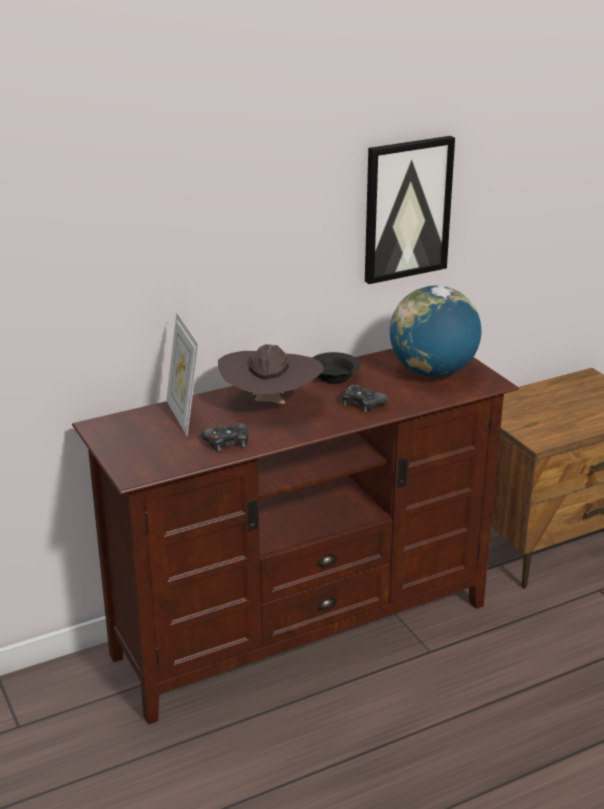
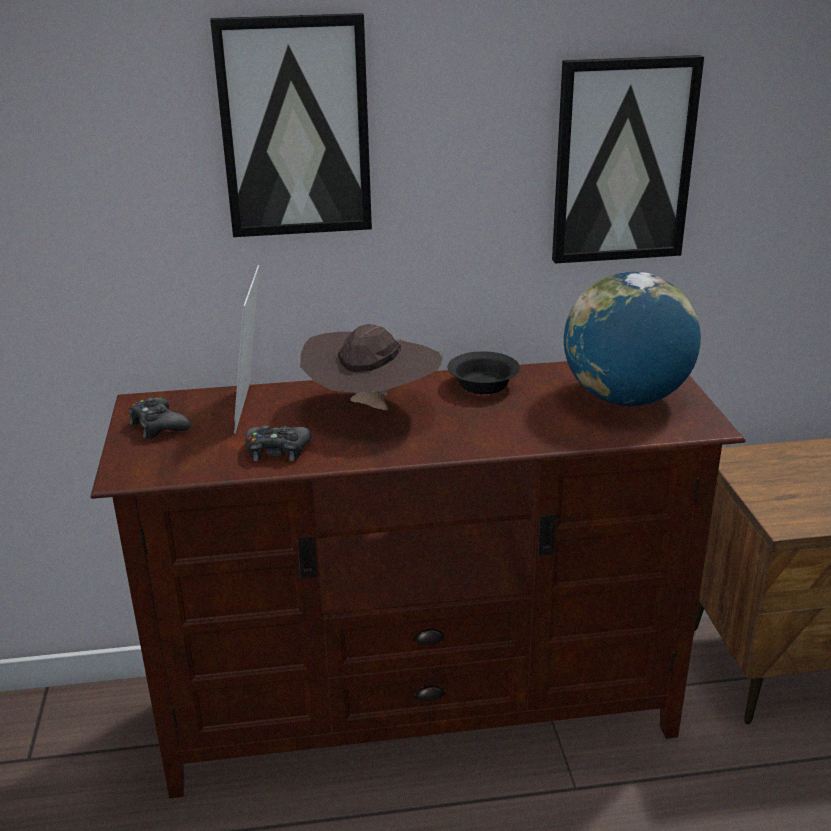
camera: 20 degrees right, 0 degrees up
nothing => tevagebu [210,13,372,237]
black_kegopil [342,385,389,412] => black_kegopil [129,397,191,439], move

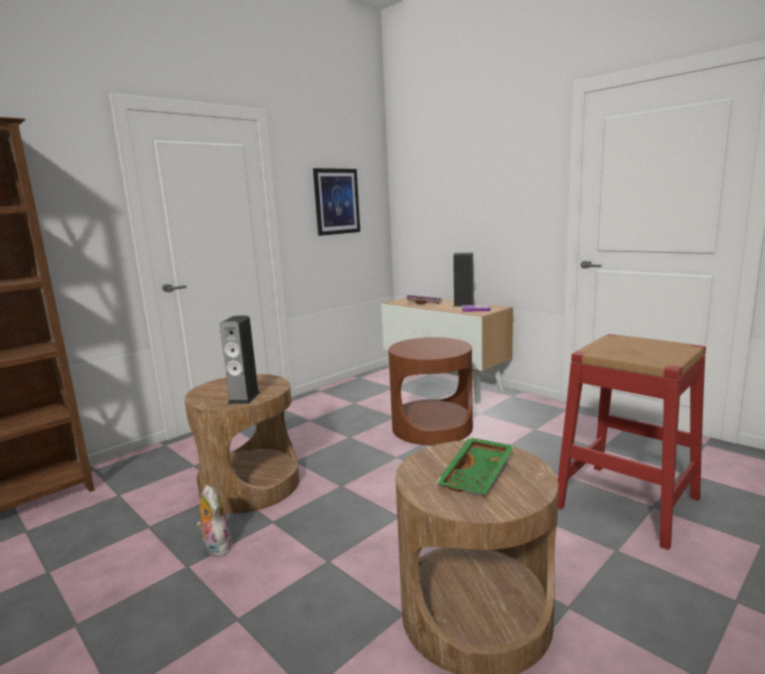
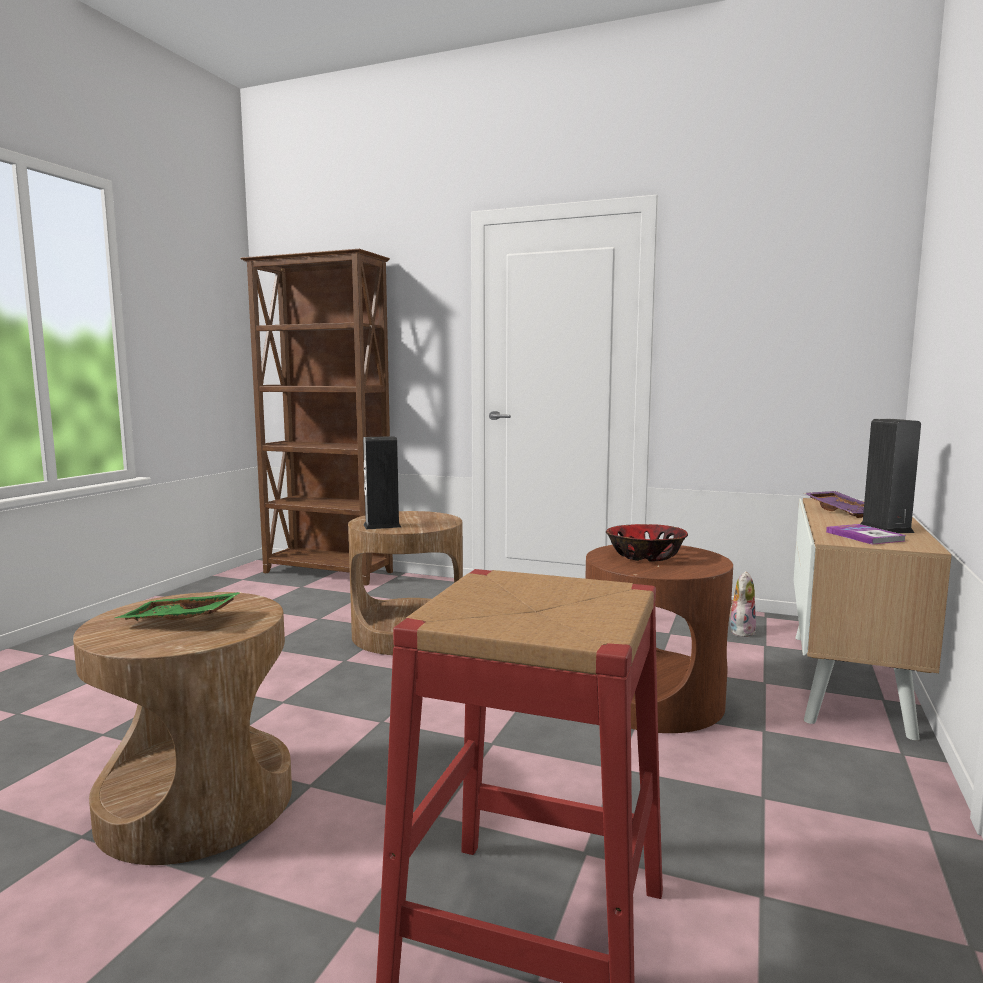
camera: 65 degrees right, 5 degrees down
tevagebu [313,168,360,236] => nothing
nothing => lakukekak [606,524,688,562]
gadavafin [196,485,232,556] => gadavafin [729,571,756,637], move

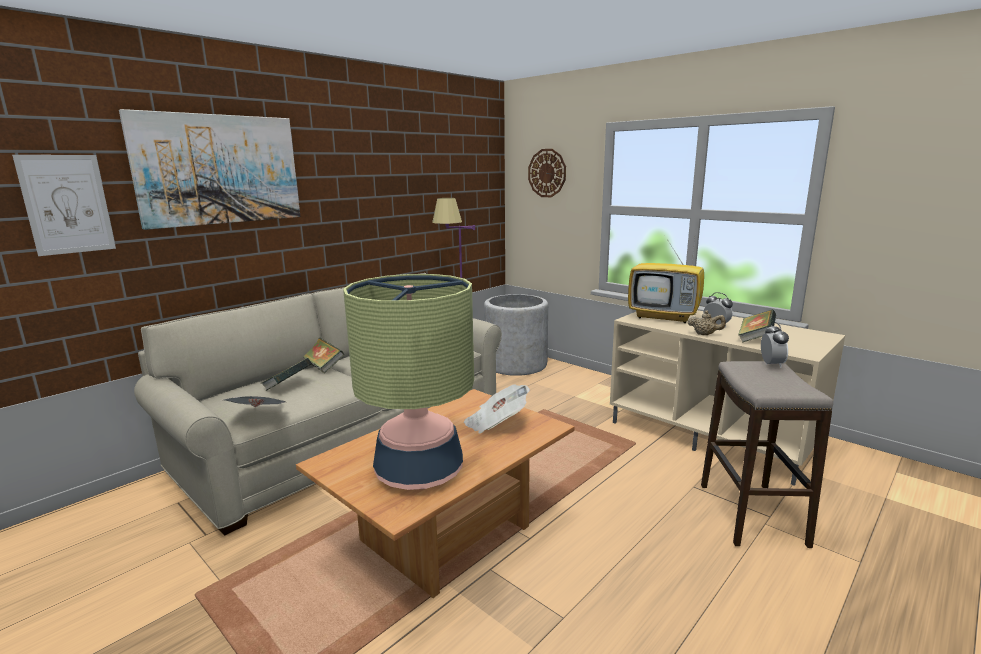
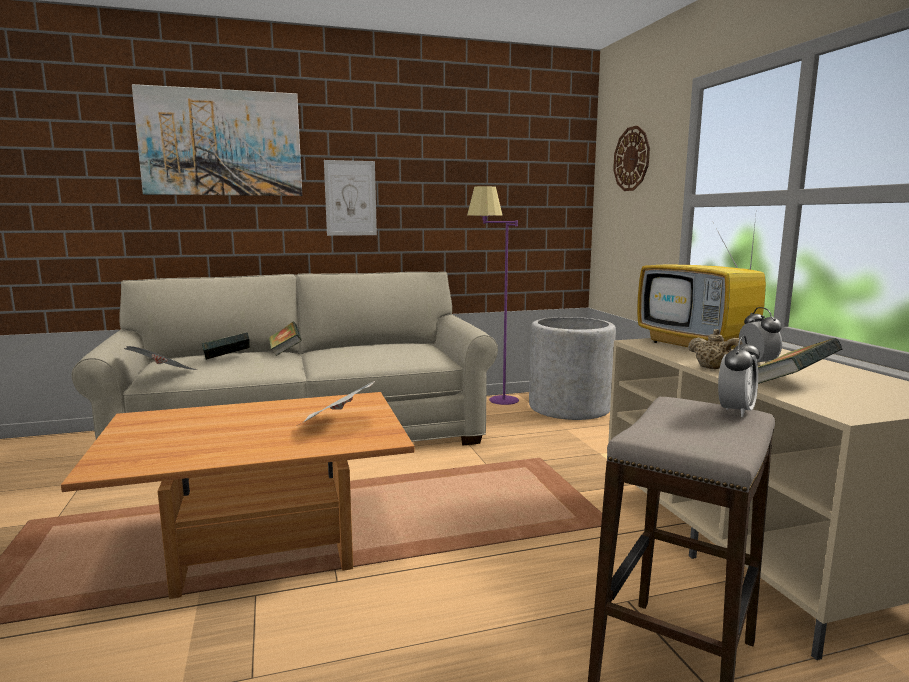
camera: 30 degrees right, 5 degrees down
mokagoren [343,274,474,490] => nothing
tevagebu [12,155,116,256] => tevagebu [324,160,377,236], move

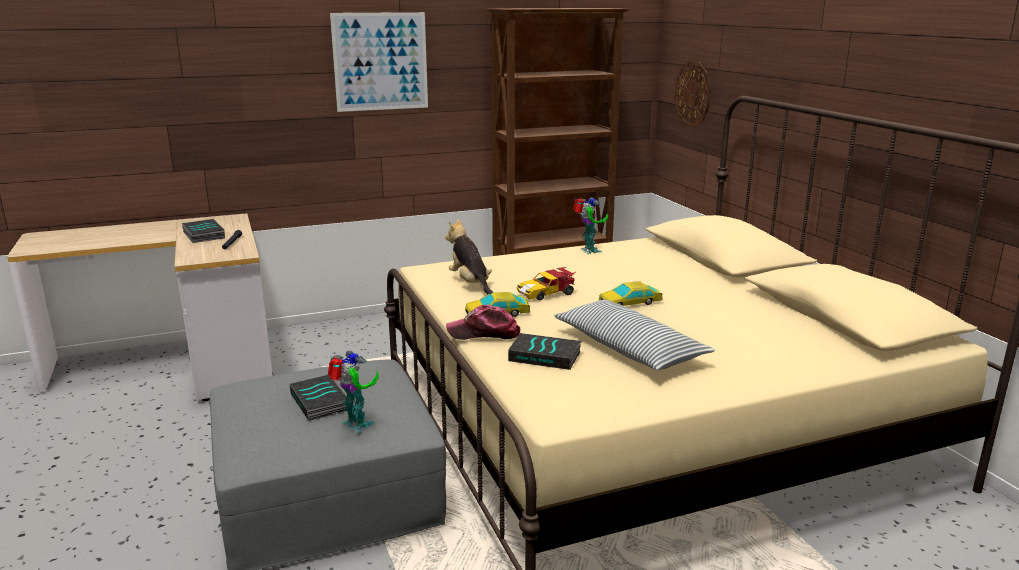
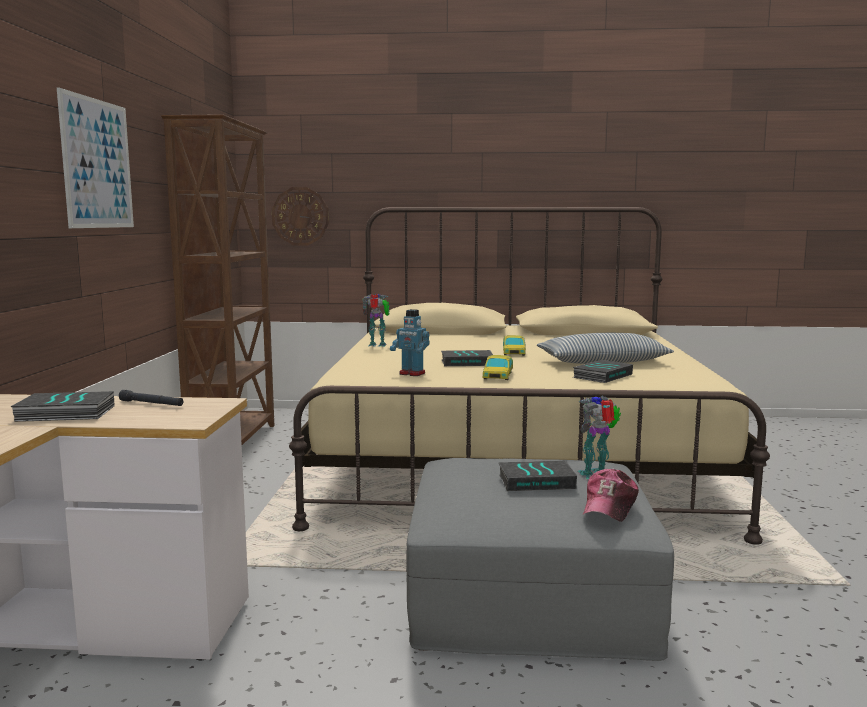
camera: 65 degrees left, 10 degrees down
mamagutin [446,305,520,340] => mamagutin [583,469,639,522], move
gadavafin [445,219,494,294] => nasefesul [390,309,430,376]
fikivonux [516,267,576,301] => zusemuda [441,350,493,366]

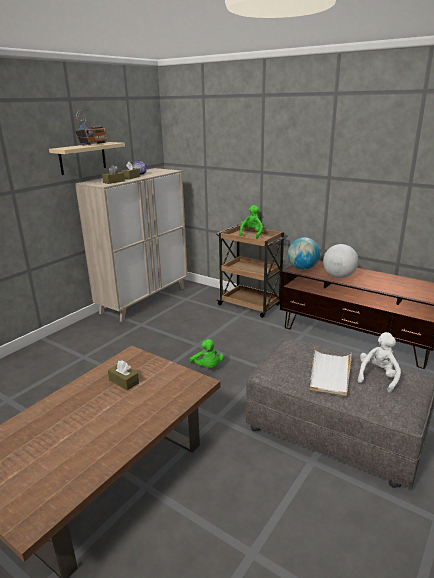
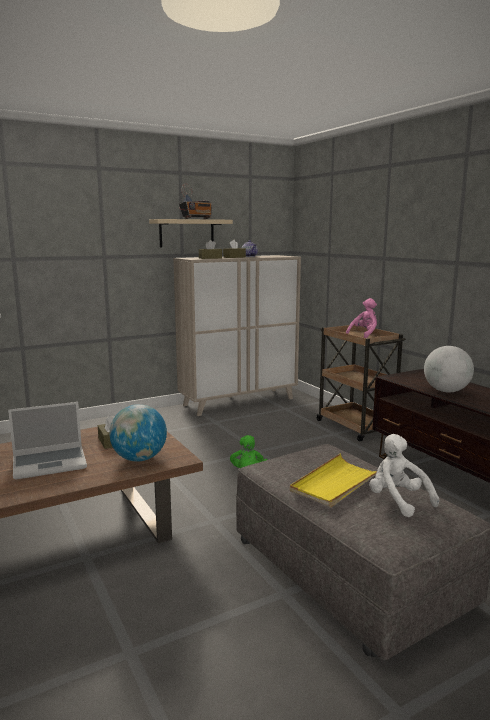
camera: 25 degrees right, 10 degrees down
nothing => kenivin [8,402,87,480]
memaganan [288,237,320,270] => memaganan [109,404,167,462], move
green_gadavafin [239,205,263,239] => pink_gadavafin [346,298,377,338]
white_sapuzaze [310,348,352,397] => yellow_sapuzaze [290,454,377,508]
white_gadavafin [358,332,401,393] => white_gadavafin [369,434,439,517], 90 degrees counterclockwise

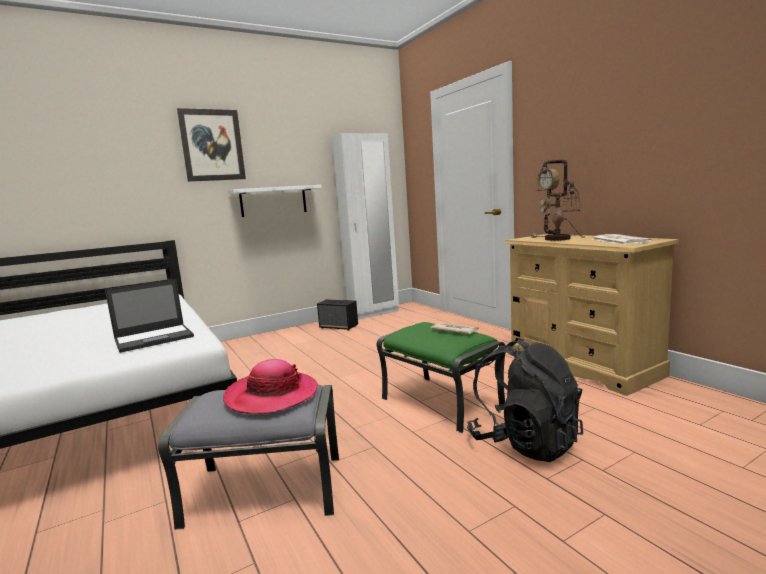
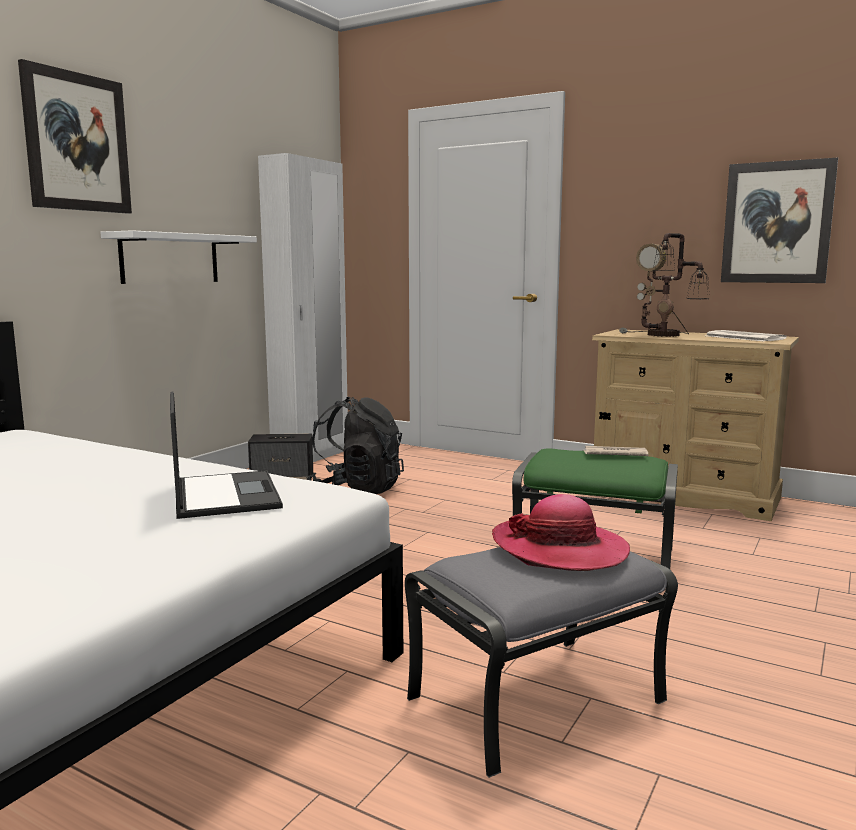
camera: 30 degrees left, 0 degrees up
nothing => tevagebu [721,158,838,283]
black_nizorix [467,338,583,462] => black_nizorix [306,397,404,494], move
kenivin [105,279,194,353] => kenivin [170,391,283,519], 45 degrees counterclockwise

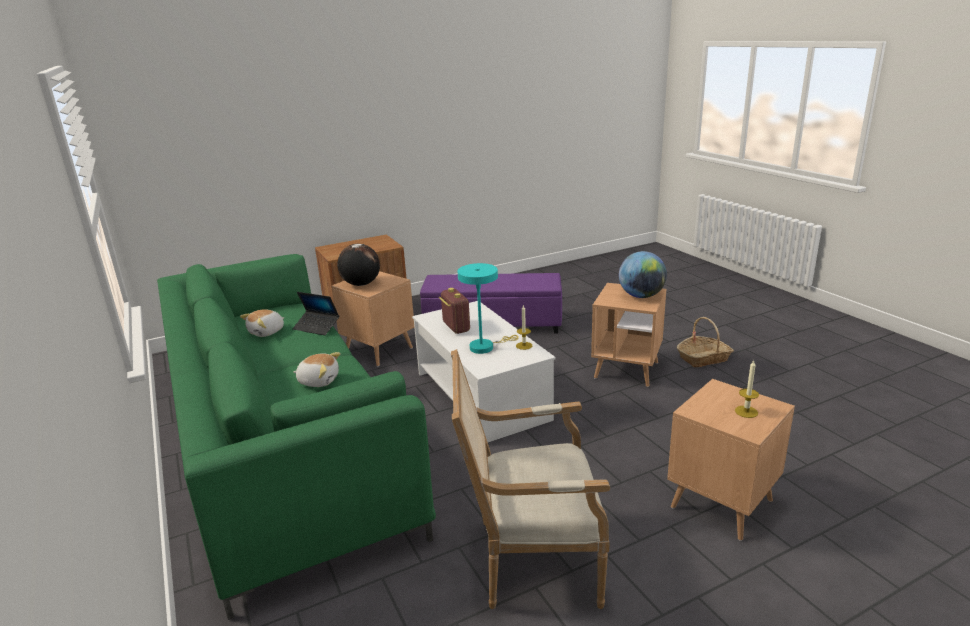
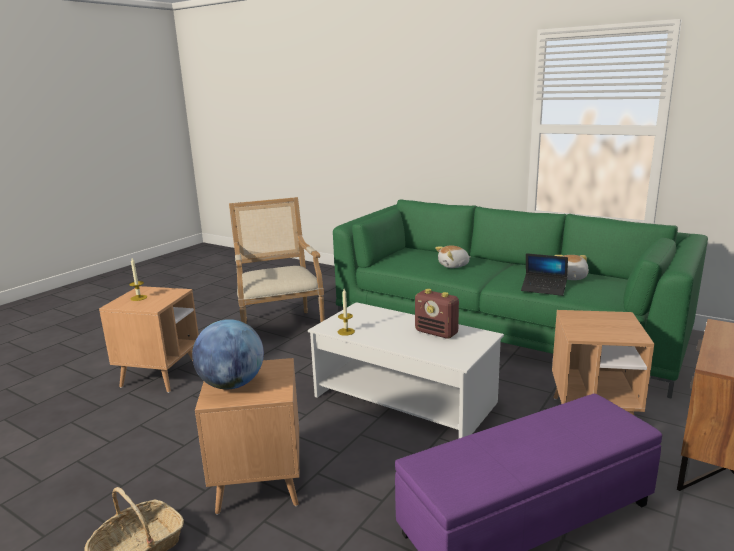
camera: 150 degrees right, 5 degrees down
memaganan [337,244,380,286] => nothing
turquoise_mokagoren [457,263,519,354] => nothing
kenivin [293,292,339,335] => kenivin [521,253,568,296], 150 degrees counterclockwise
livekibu [451,349,610,609] => livekibu [229,197,325,324], 75 degrees counterclockwise

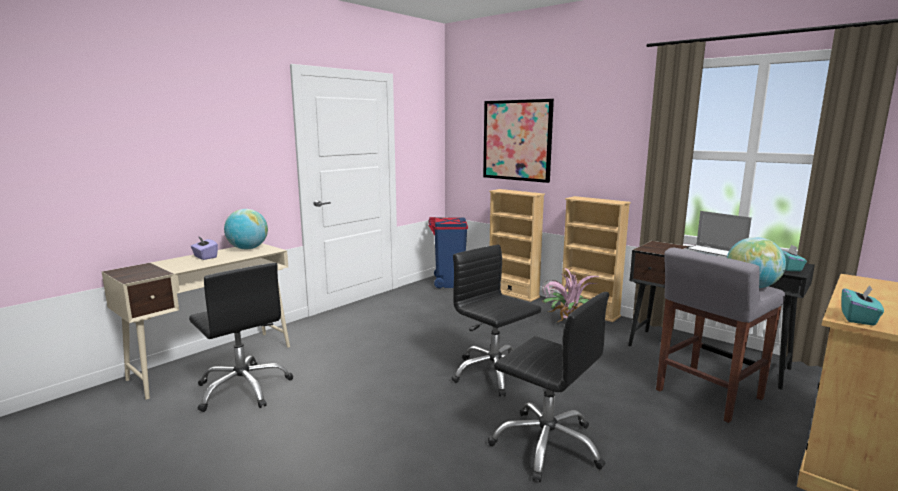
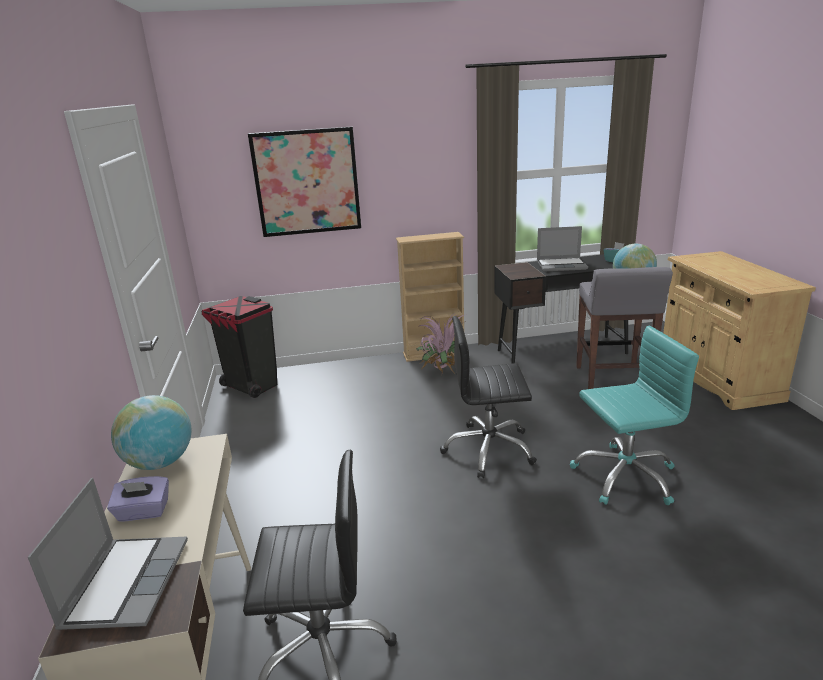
camera: 50 degrees left, 10 degrees up
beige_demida [489,189,545,302] => nothing
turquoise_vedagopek [841,285,884,326] => nothing
nothing => kenivin [28,478,188,630]
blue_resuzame [429,217,468,288] => black_resuzame [201,296,277,398]
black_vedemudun [488,292,609,482] => turquoise_vedemudun [570,325,699,505]

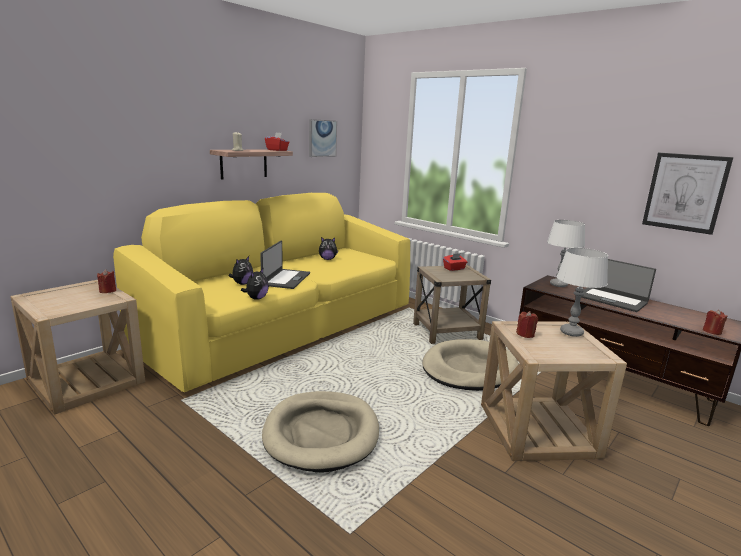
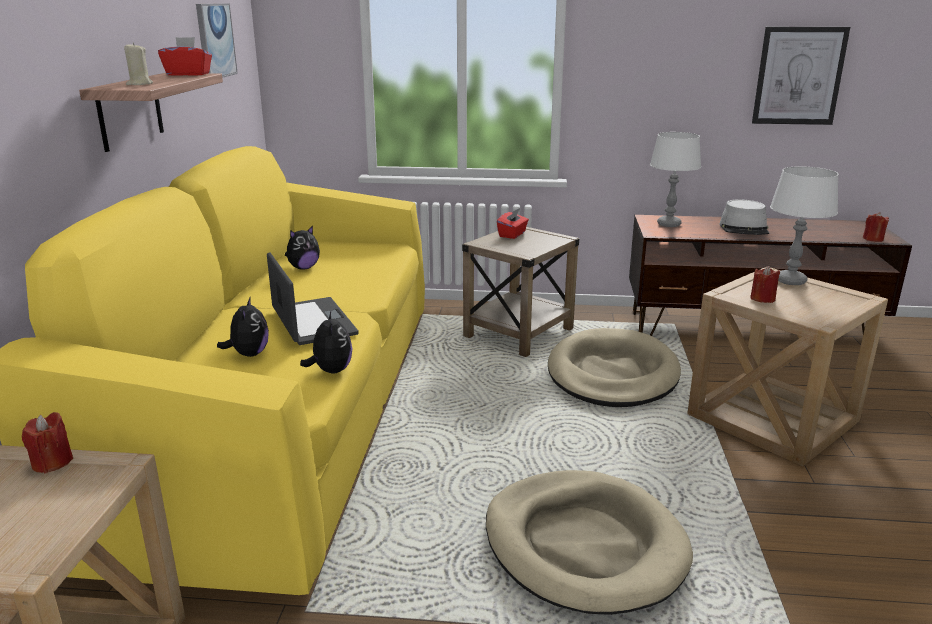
camera: 35 degrees left, 5 degrees up
kenivin [581,259,656,312] => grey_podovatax [720,199,770,235]

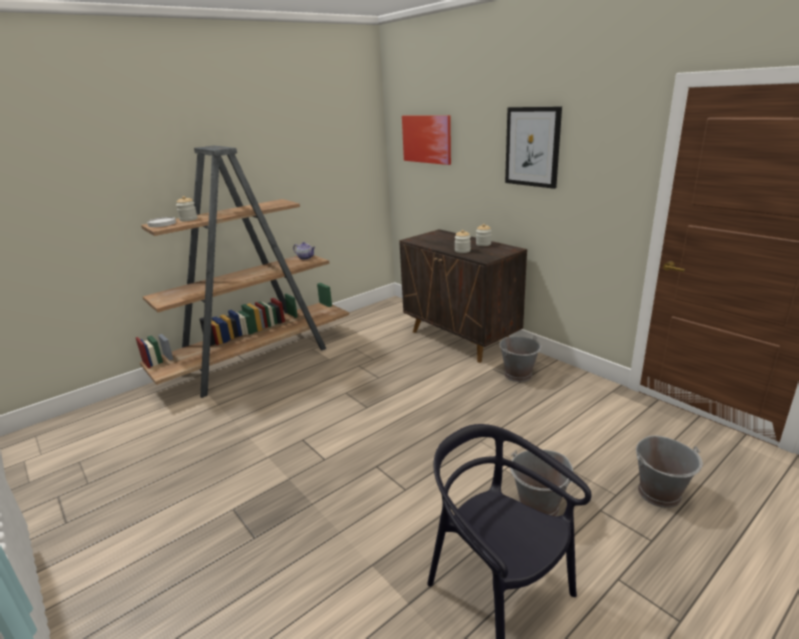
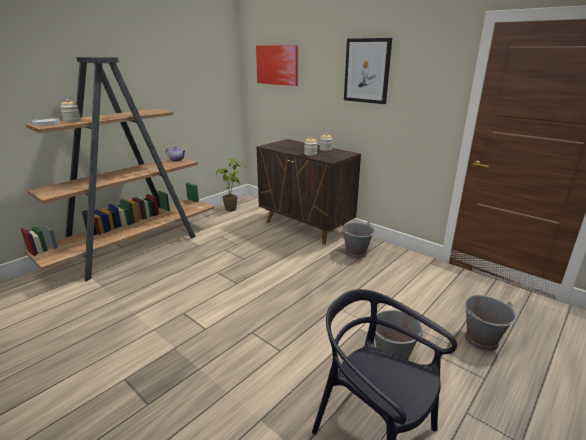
camera: 10 degrees left, 0 degrees up
nothing => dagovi [216,159,245,212]

